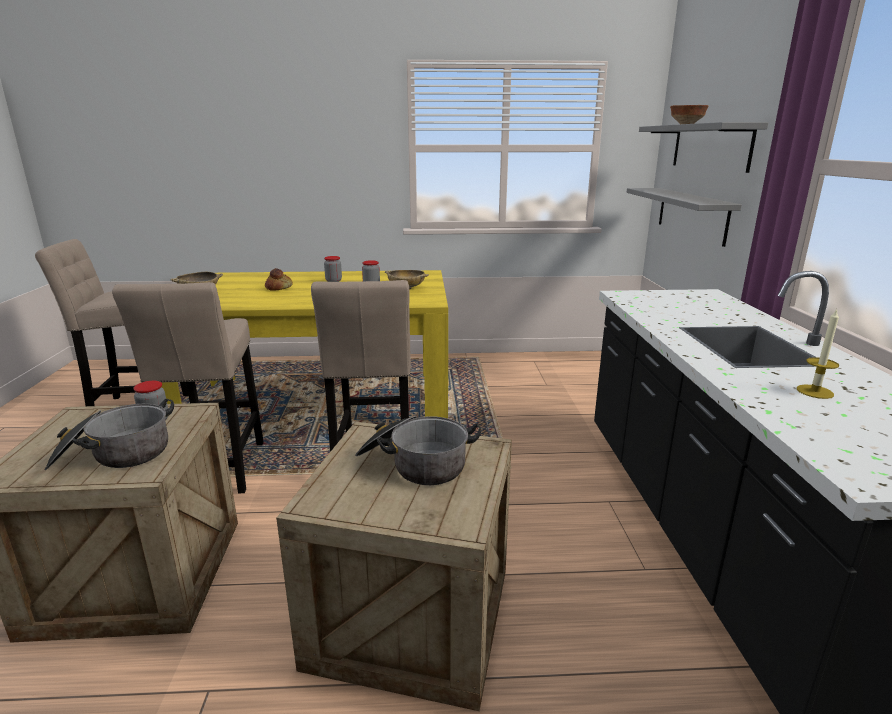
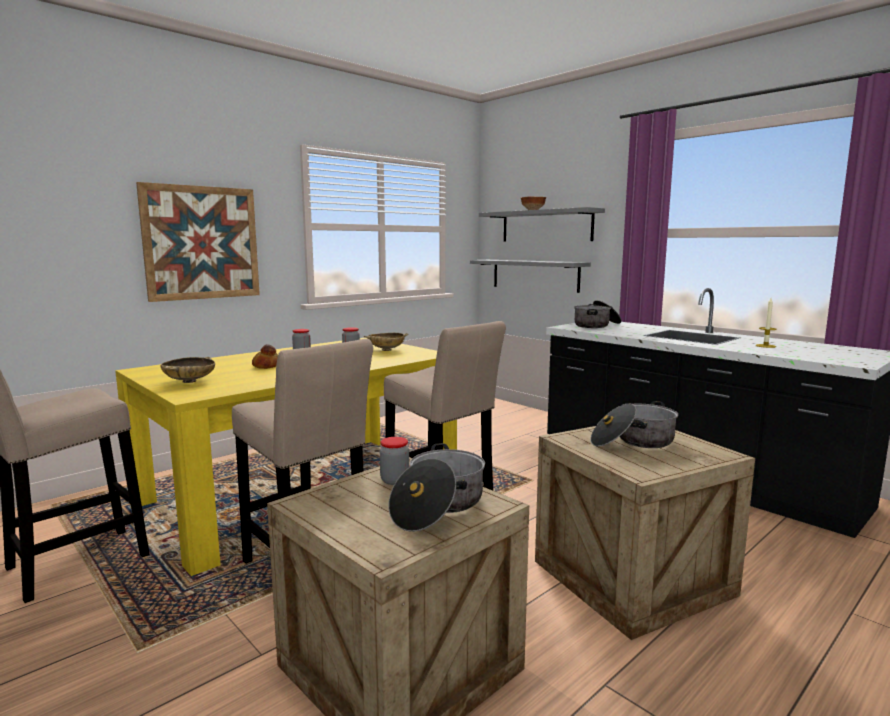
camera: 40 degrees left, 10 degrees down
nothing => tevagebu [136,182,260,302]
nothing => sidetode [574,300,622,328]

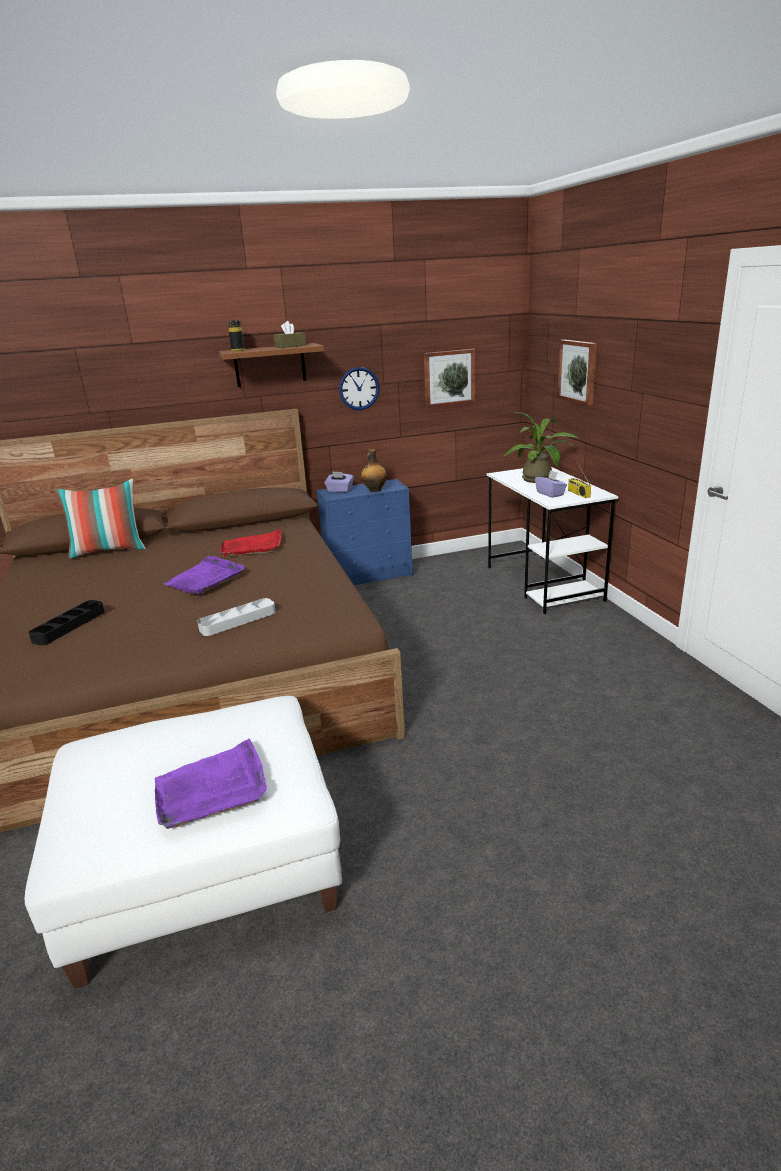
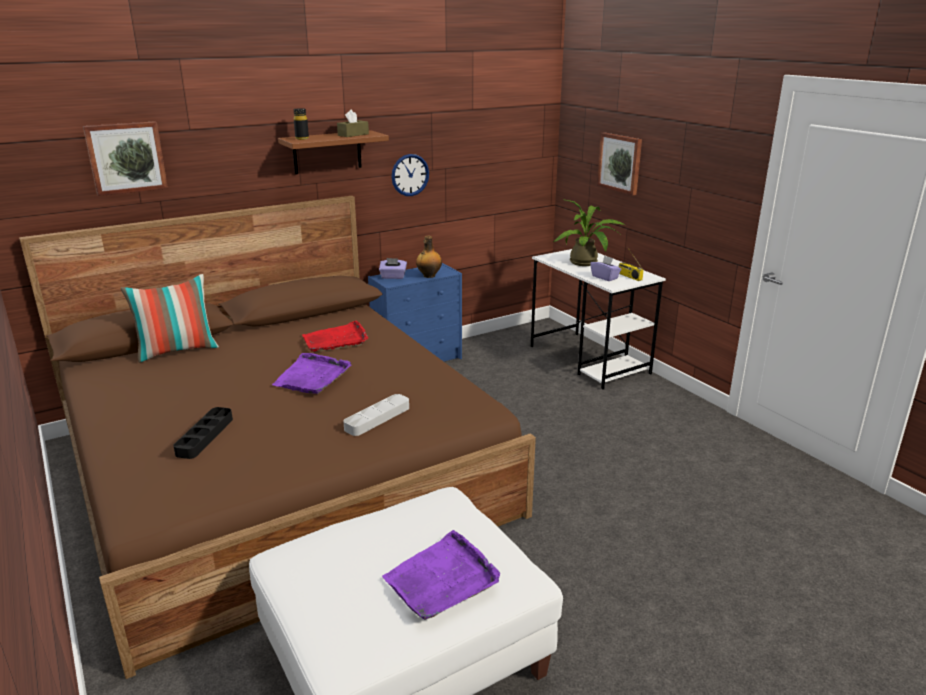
camera: 15 degrees left, 0 degrees up
tevagebu [424,349,475,408] => tevagebu [83,121,168,196], move

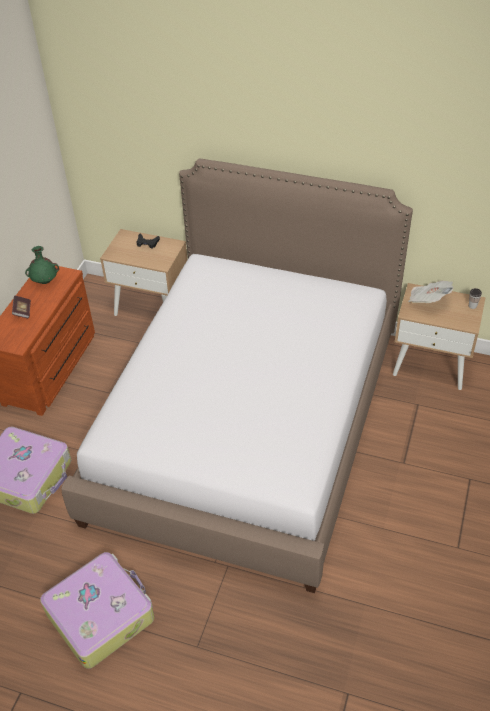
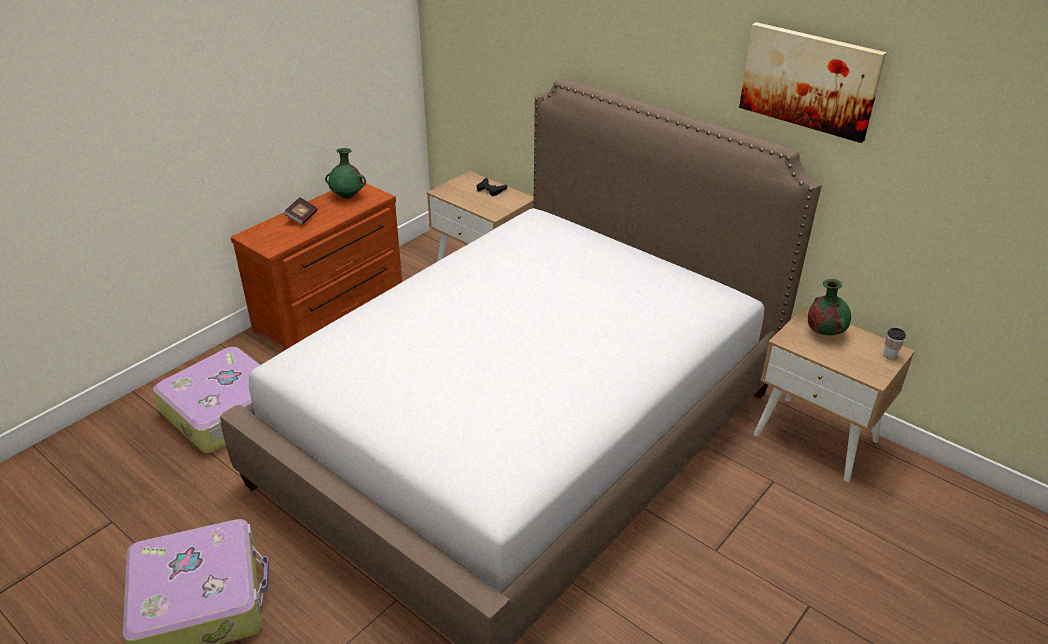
camera: 20 degrees right, 10 degrees down
nothing => tevagebu [739,22,887,143]
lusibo [408,281,454,303] => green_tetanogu [808,279,851,335]

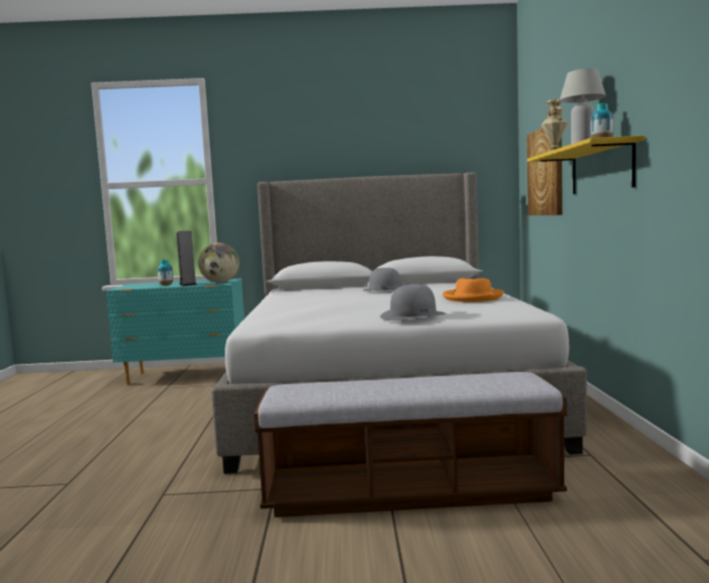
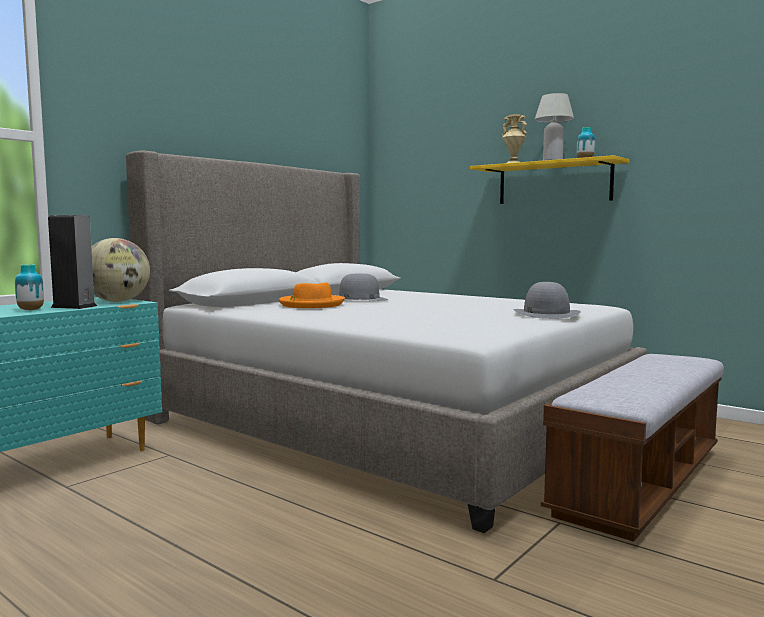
camera: 50 degrees left, 0 degrees up
tevagebu [527,128,562,215] => nothing
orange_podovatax [443,278,504,302] => orange_podovatax [279,282,345,308], move

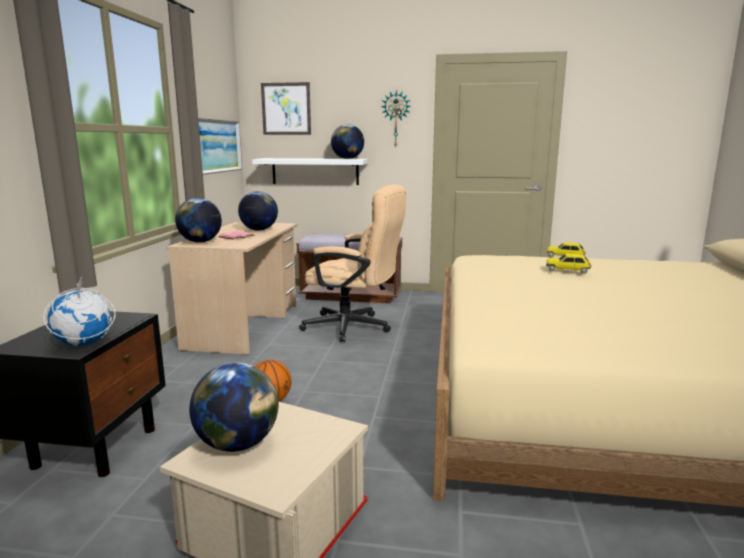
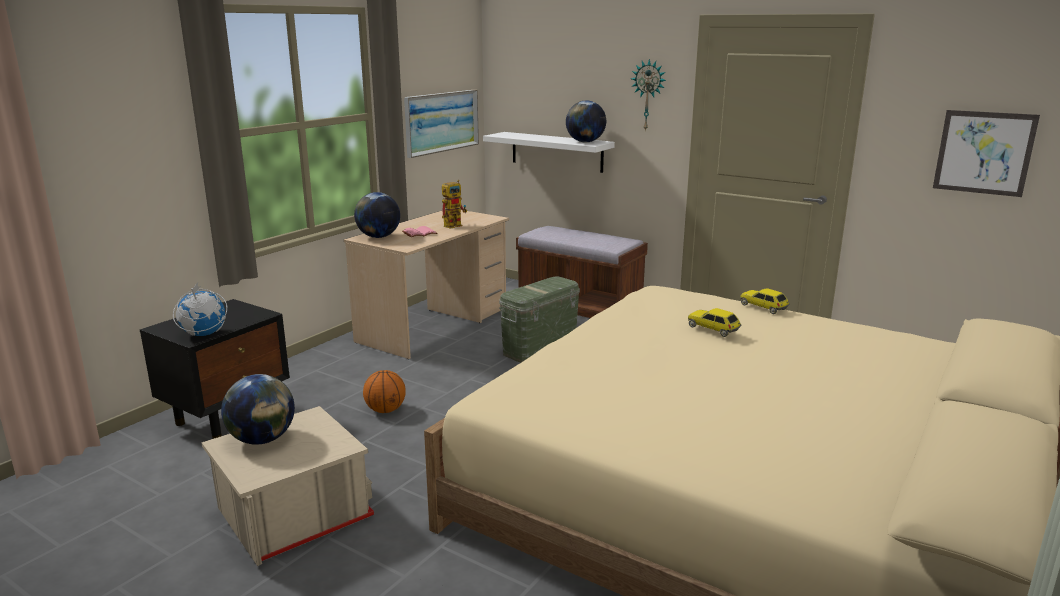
camera: 25 degrees right, 5 degrees up
tevagebu [261,82,311,135] => tevagebu [933,110,1040,197], move
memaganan [238,191,278,231] => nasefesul [442,180,467,229]
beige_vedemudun [299,184,406,342] => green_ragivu [499,277,580,363]

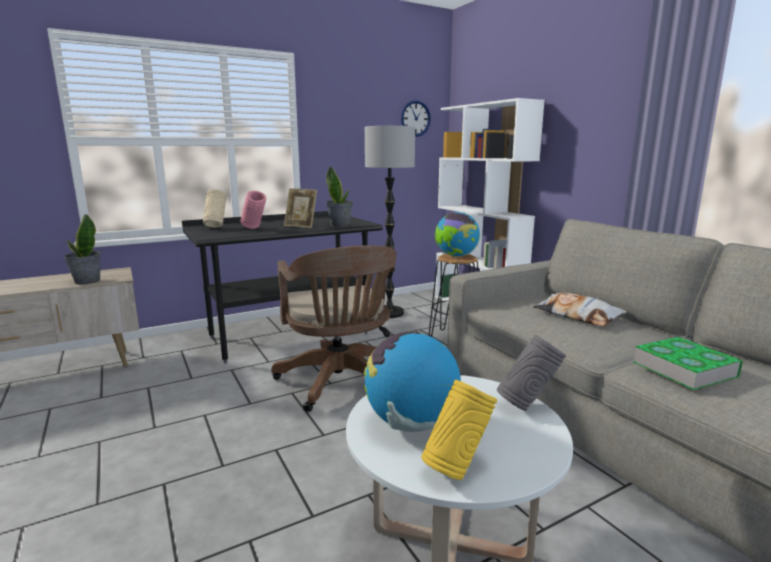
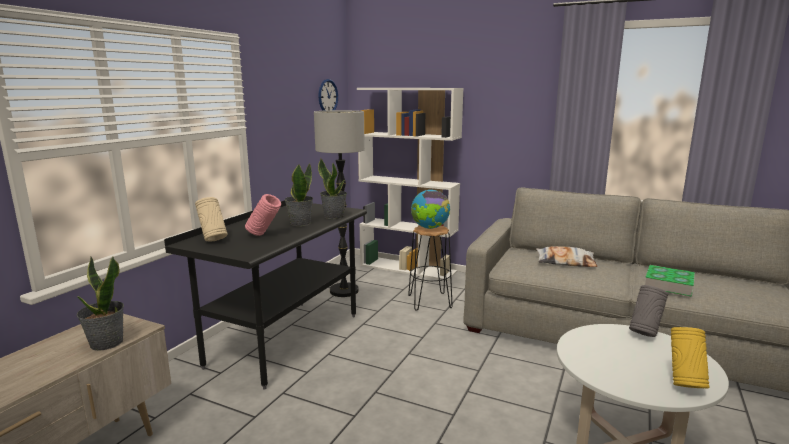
camera: 35 degrees left, 0 degrees up
brown_vedemudun [271,245,396,412] => nothing
memaganan [364,331,461,432] => nothing
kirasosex [284,188,317,228] => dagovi [285,163,313,226]

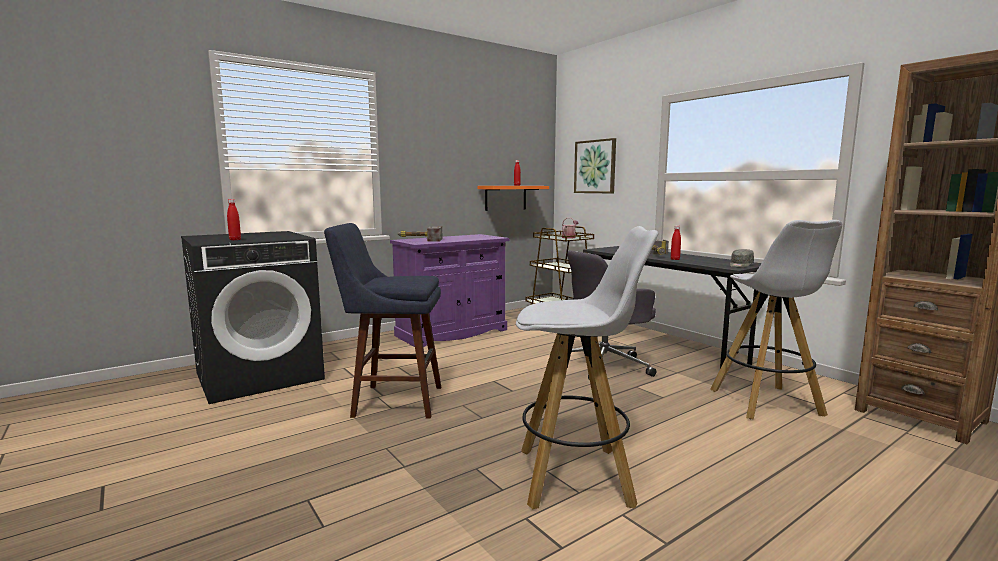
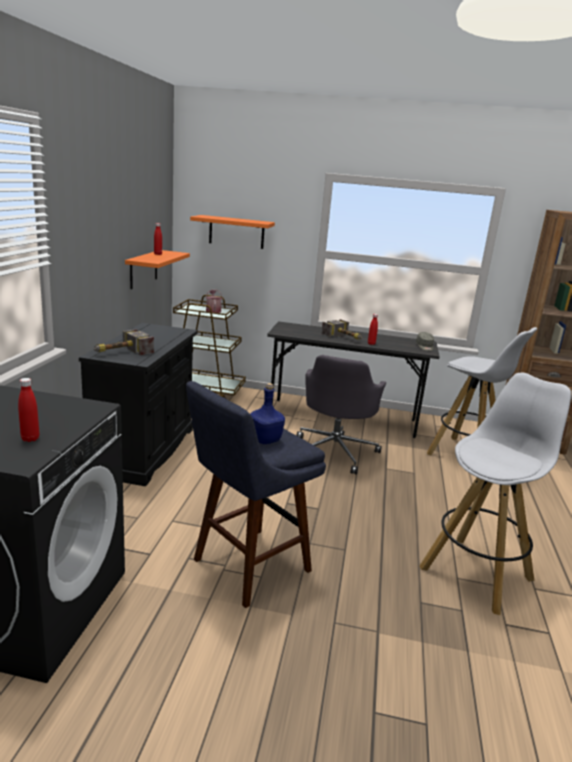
camera: 45 degrees left, 10 degrees up
nothing => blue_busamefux [250,383,285,444]
tevagebu [574,138,616,193] => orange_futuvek [190,215,275,249]
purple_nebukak [390,234,509,347] => black_nebukak [79,323,198,486]

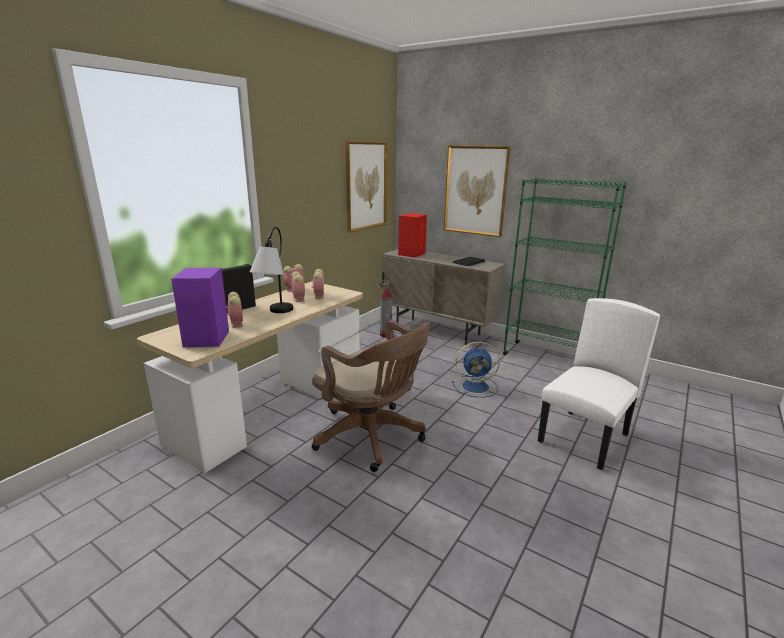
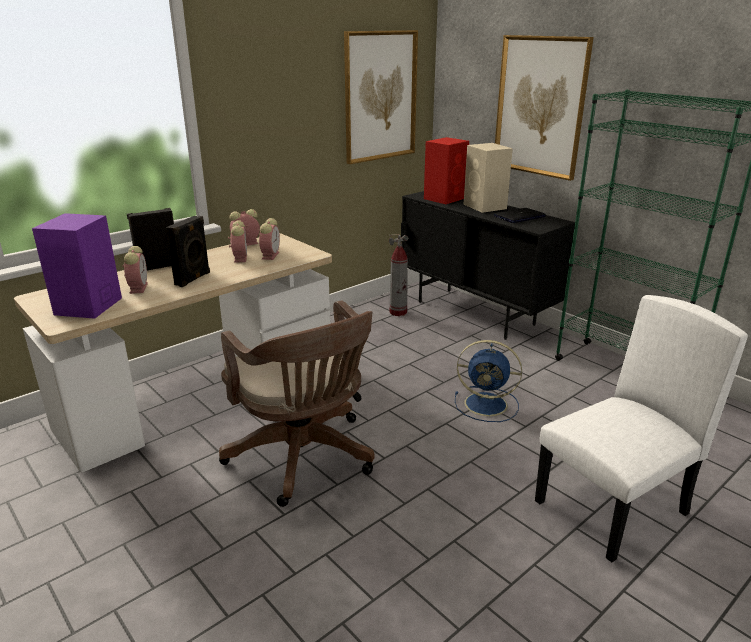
camera: 15 degrees right, 5 degrees up
nothing => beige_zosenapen [464,143,513,213]
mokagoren [250,227,293,313] => black_zosenapen [166,216,210,287]
beige_nebukak [382,249,505,345] => black_nebukak [401,191,575,340]

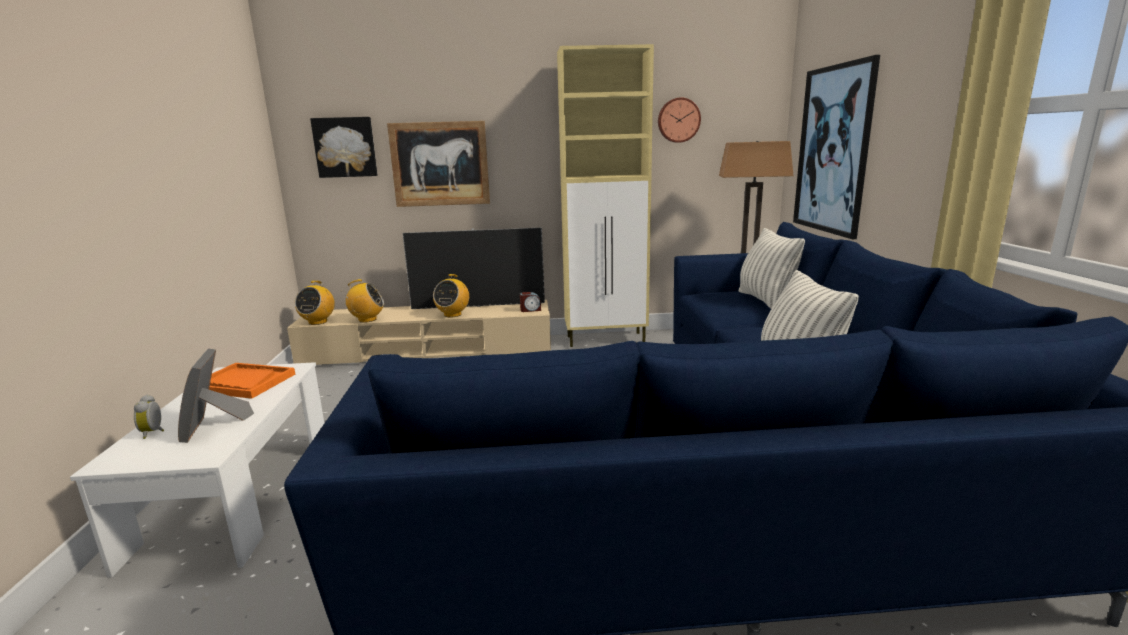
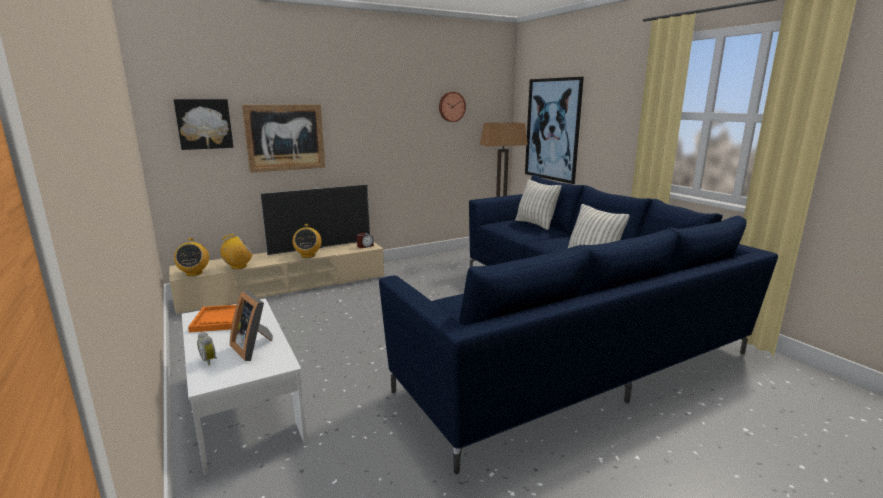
camera: 25 degrees left, 0 degrees up
beige_nebukak [557,44,654,347] => nothing

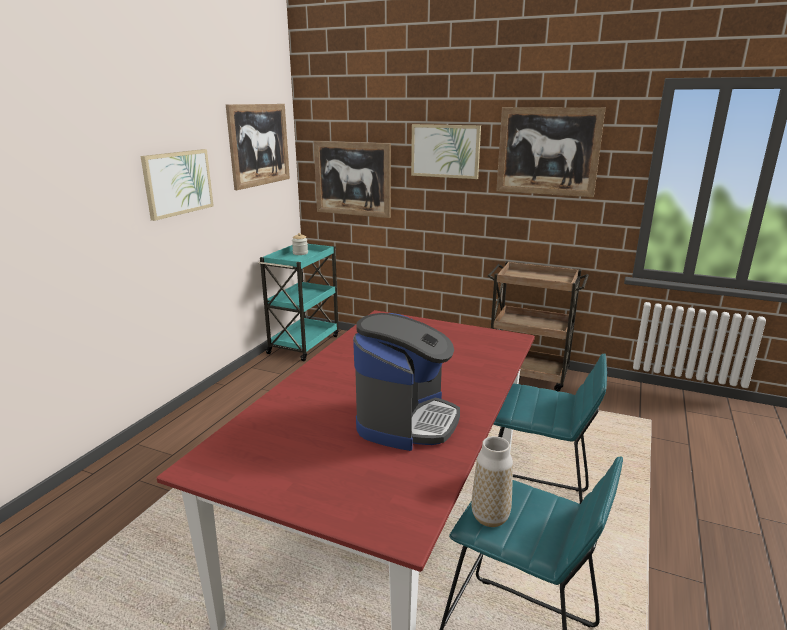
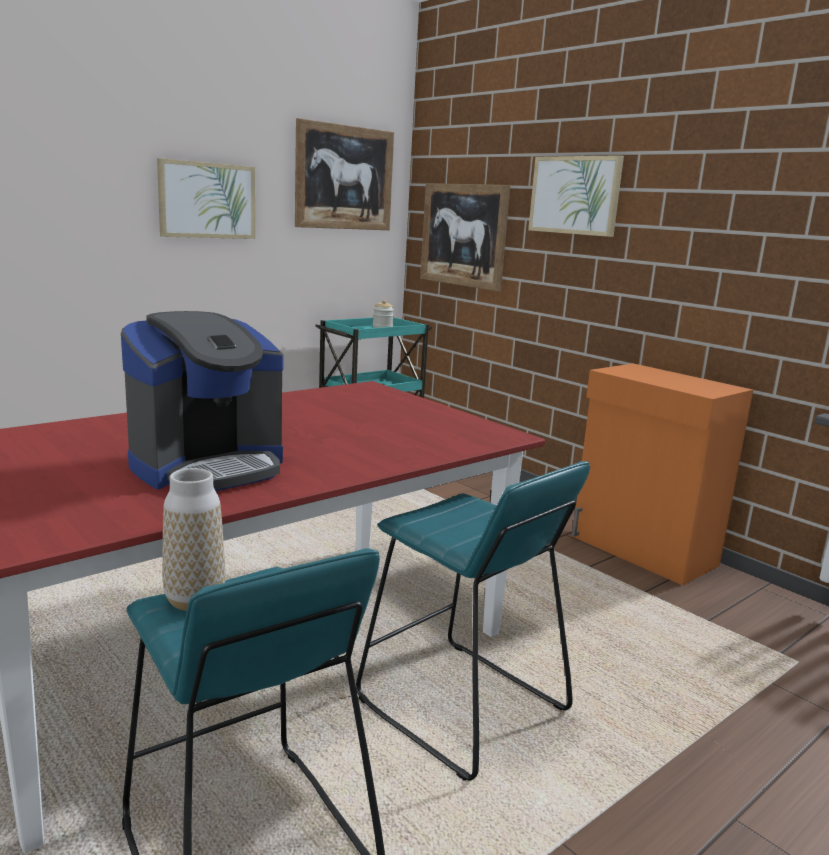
camera: 25 degrees right, 5 degrees down
tevagebu [496,107,606,197] => nothing
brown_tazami [488,262,589,391] => orange_nebukak [572,363,753,585]

